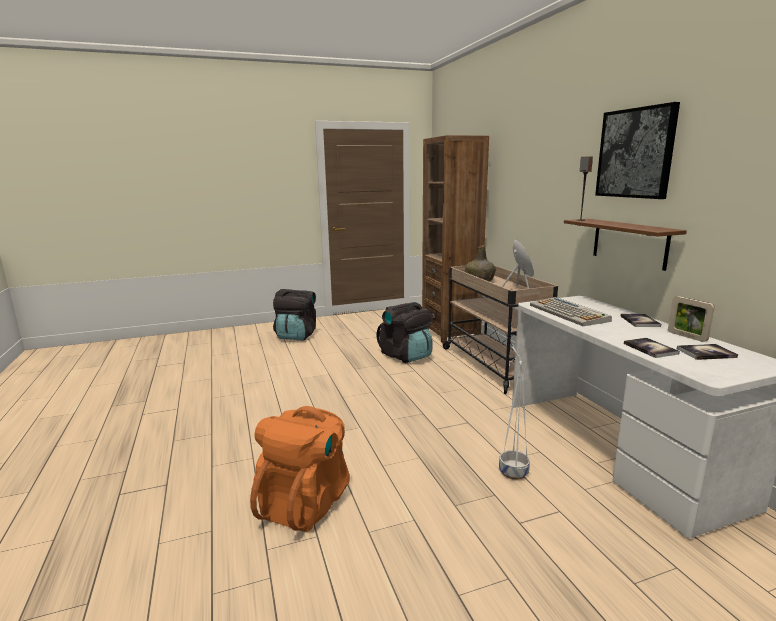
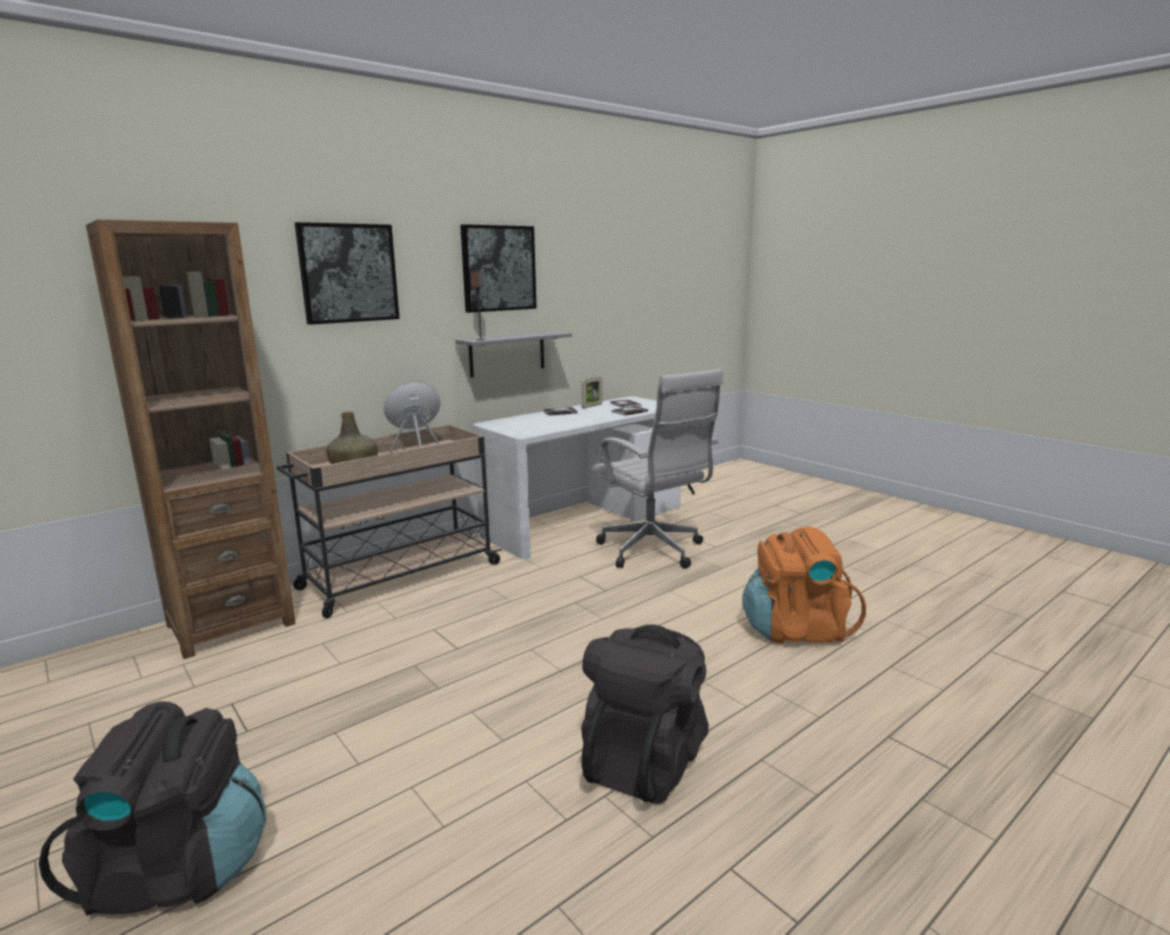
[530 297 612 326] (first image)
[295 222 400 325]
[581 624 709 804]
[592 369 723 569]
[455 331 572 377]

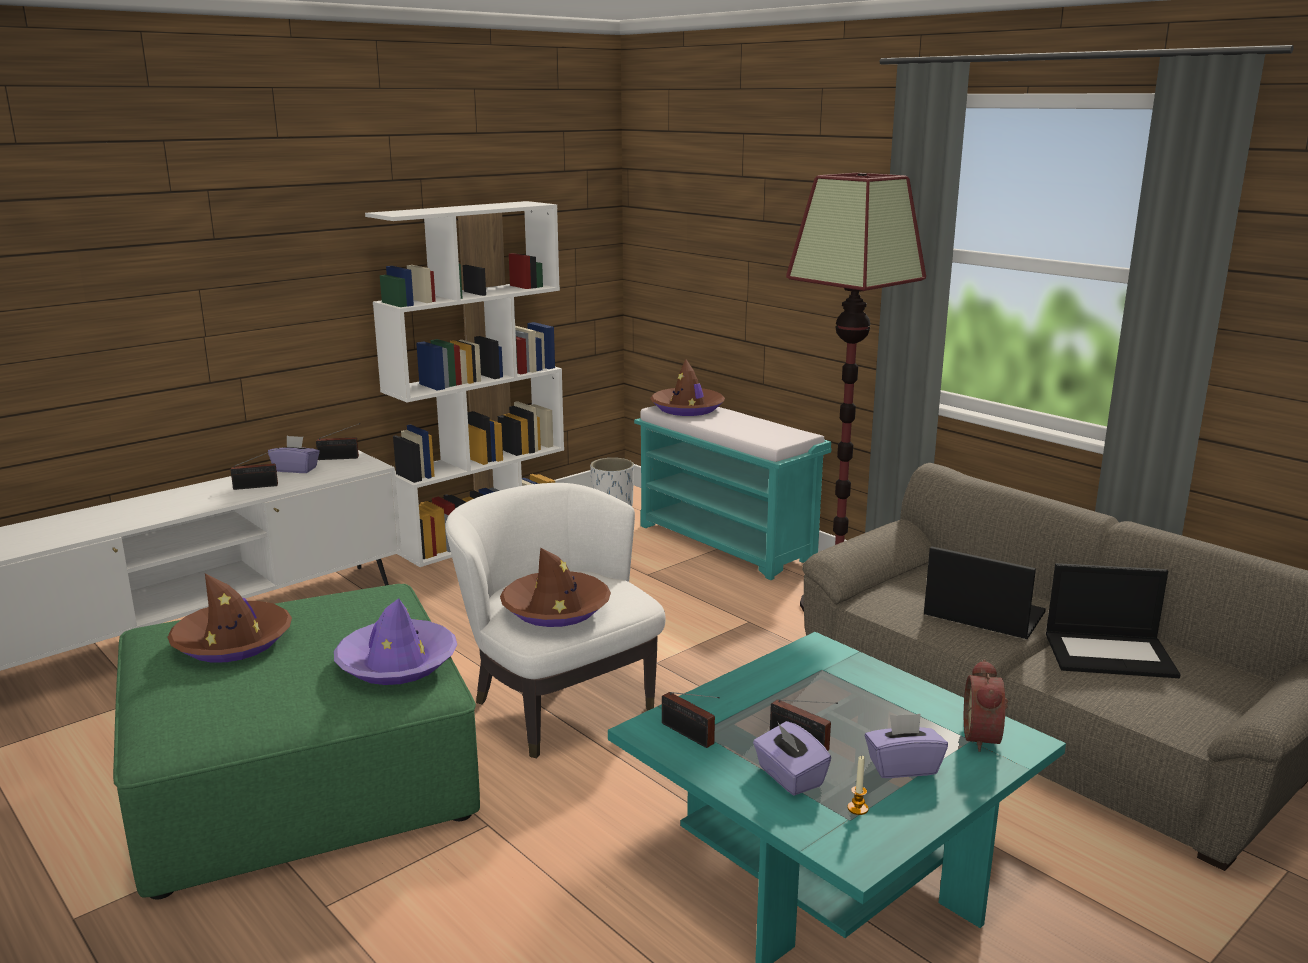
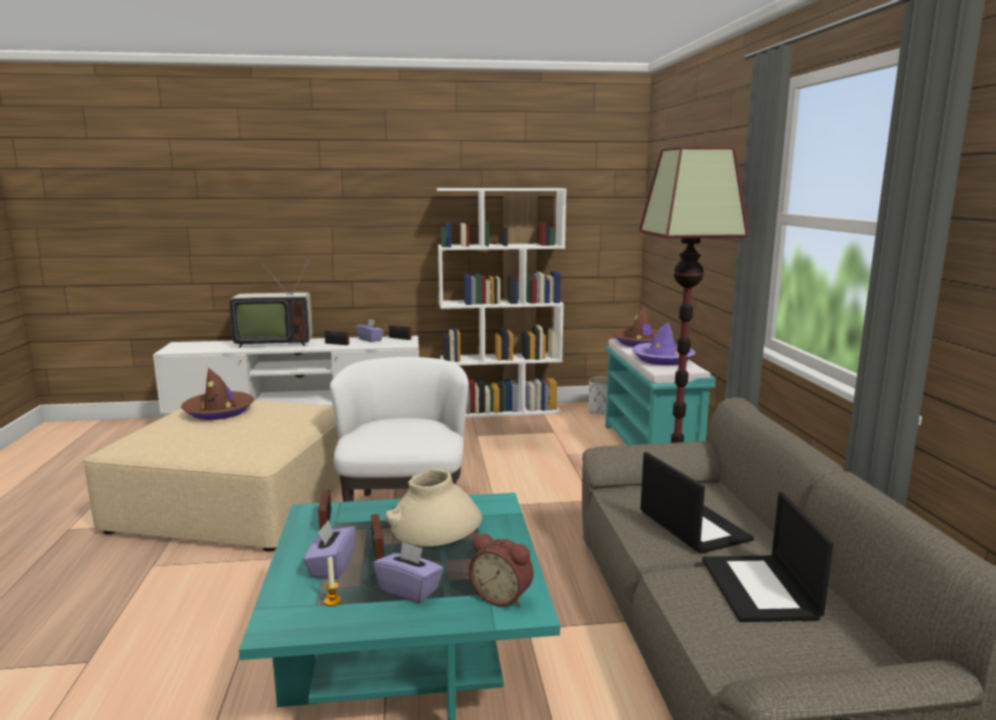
[500 548 611 627] (first image)
[229 258 313 348]
[385 469 482 546]
[632 321 695 365]
[83 401 340 551]
[469 533 533 607]
[702 492 834 622]

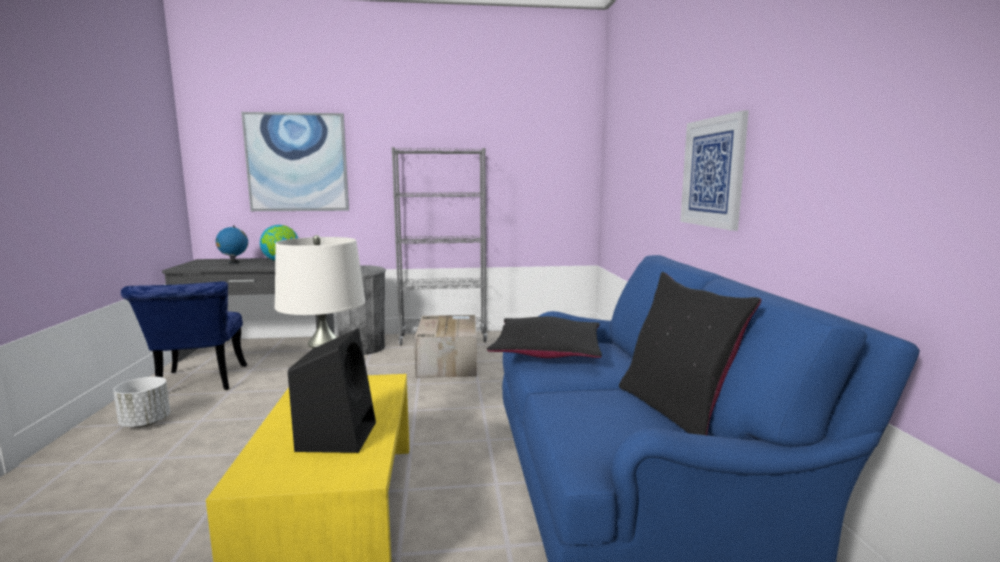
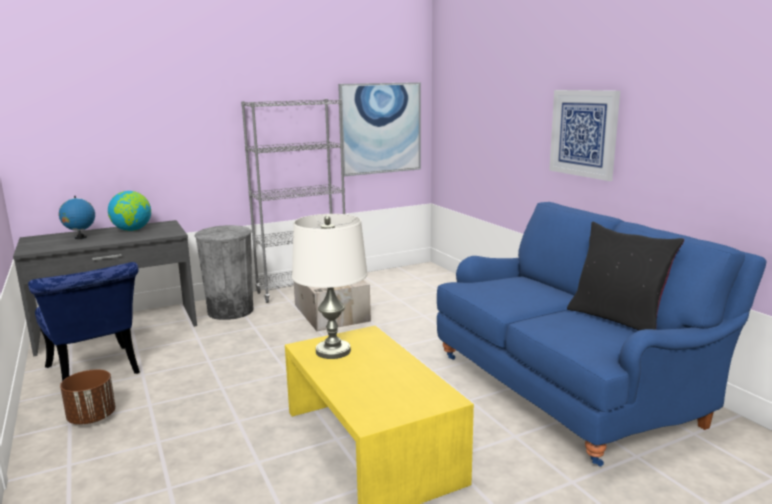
[288 328 376 453] (first image)
[487 316 602 358] (first image)
[338 82 421 176]
[60 369 116 424]

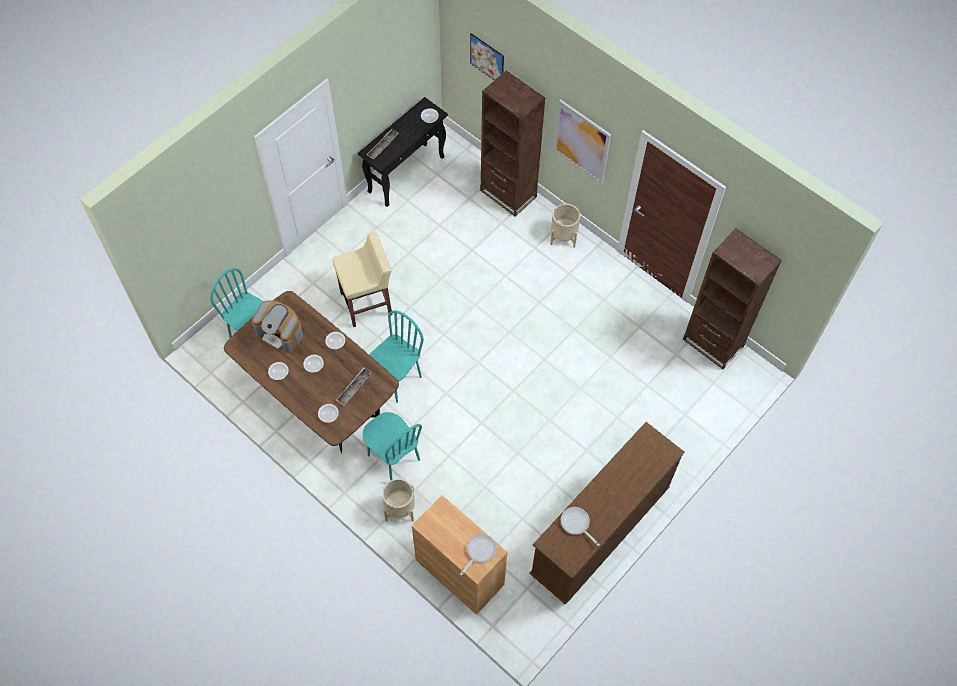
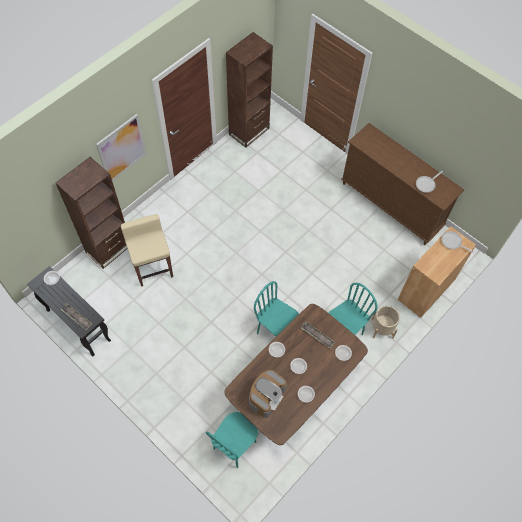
[470 33 504 81] (first image)
[550 204 580 248] (first image)
[121 214 173 287]

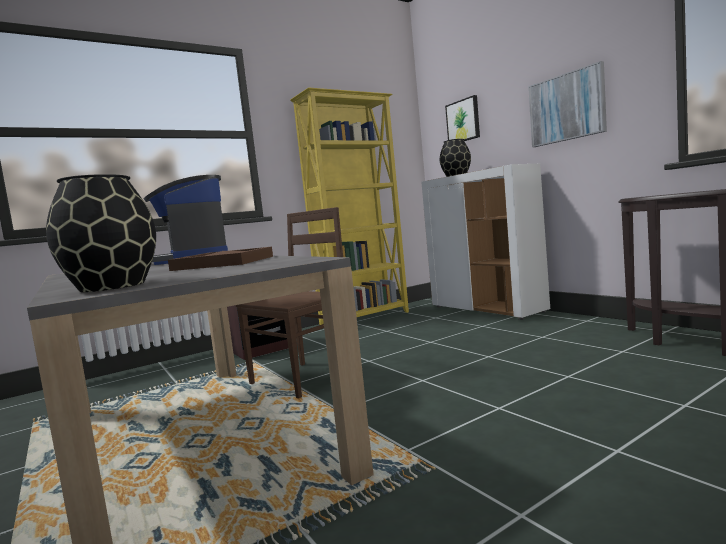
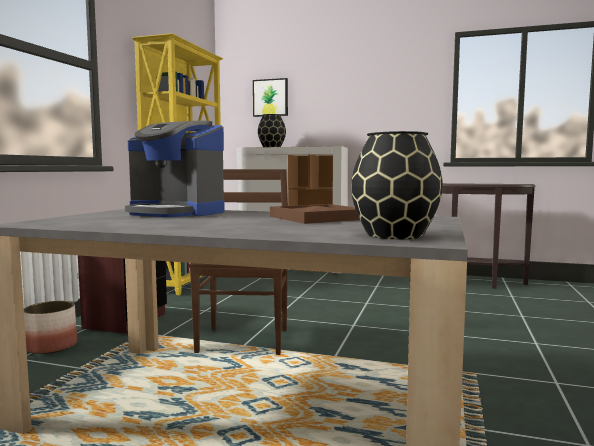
[528 61 607 147] (first image)
[24 301 77 354]

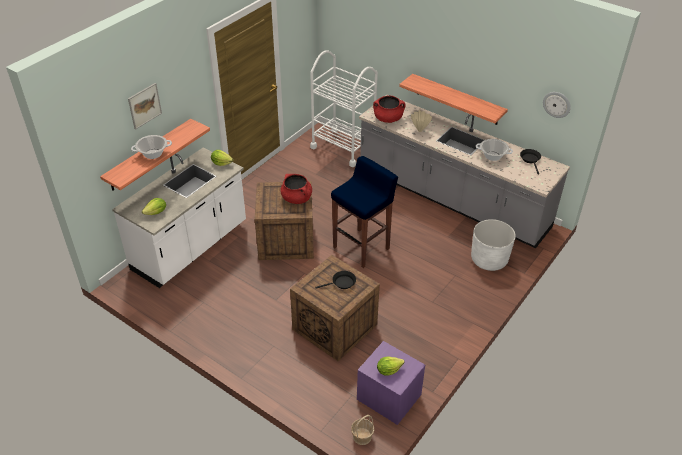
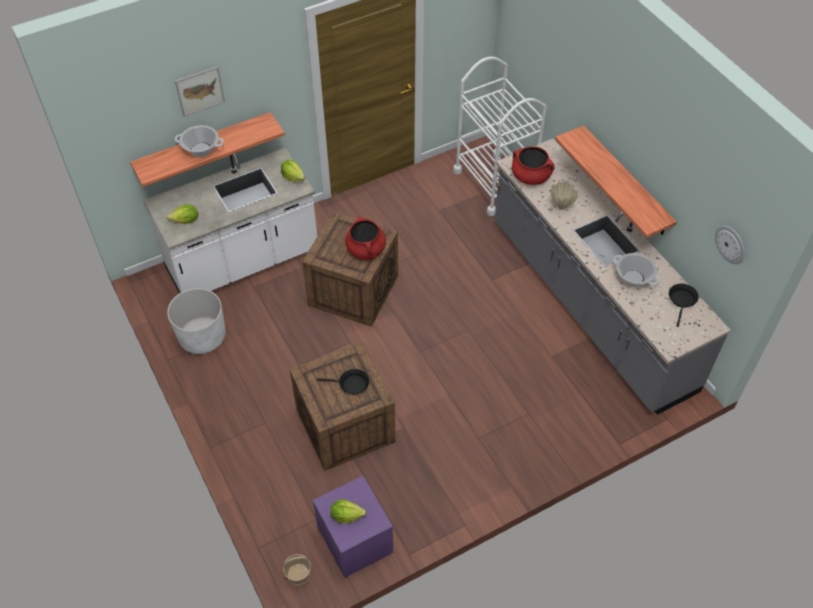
[331 156 398 268] (first image)
[167 288 226 354]

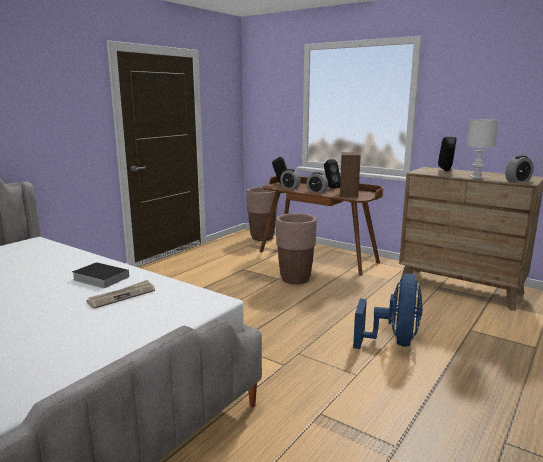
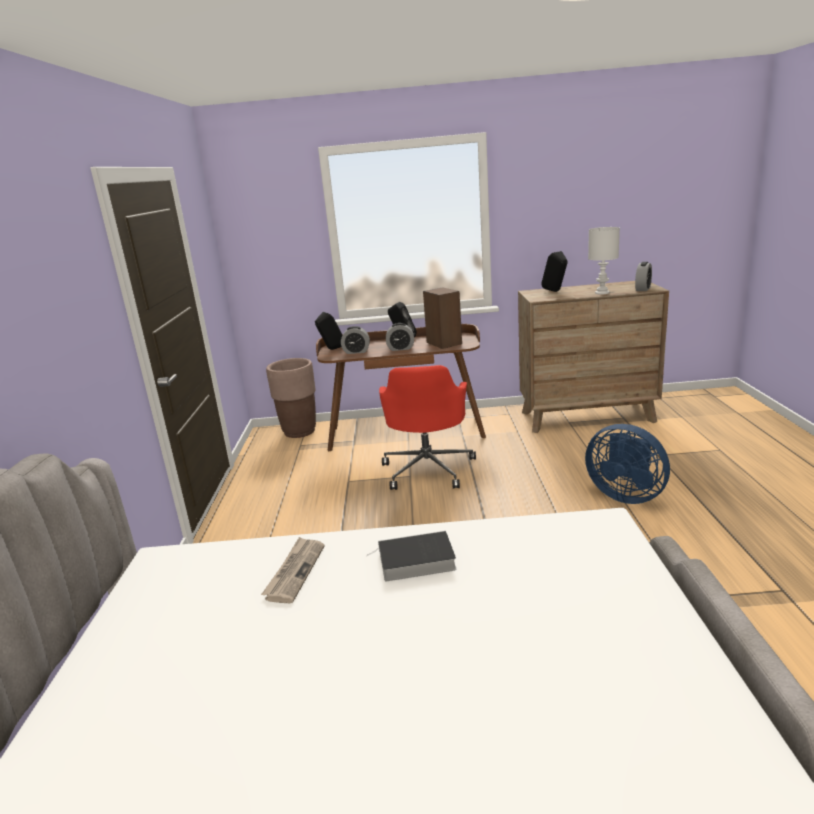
[261 537 324 603]
[379 365 476 490]
[585 424 670 504]

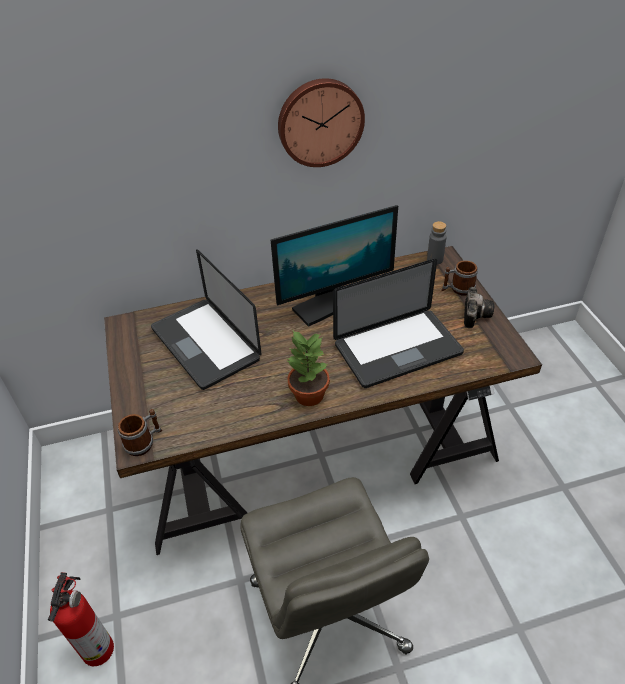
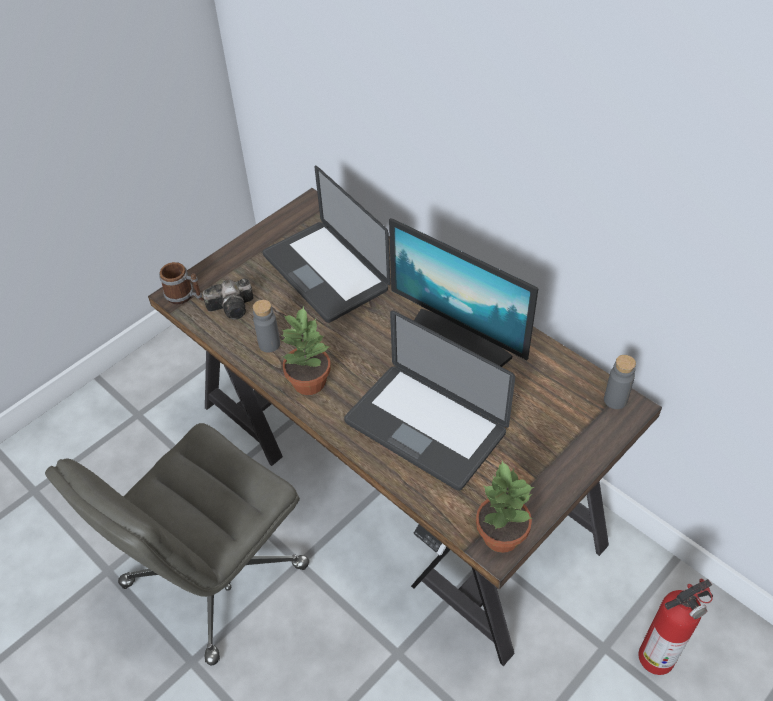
[278 78 365 167] (first image)
[441 261 478 296] (first image)
[253 300 280 353]
[476 461 534 553]
[638 579 713 675]
[203 278 253 320]
[263 166 390 323]

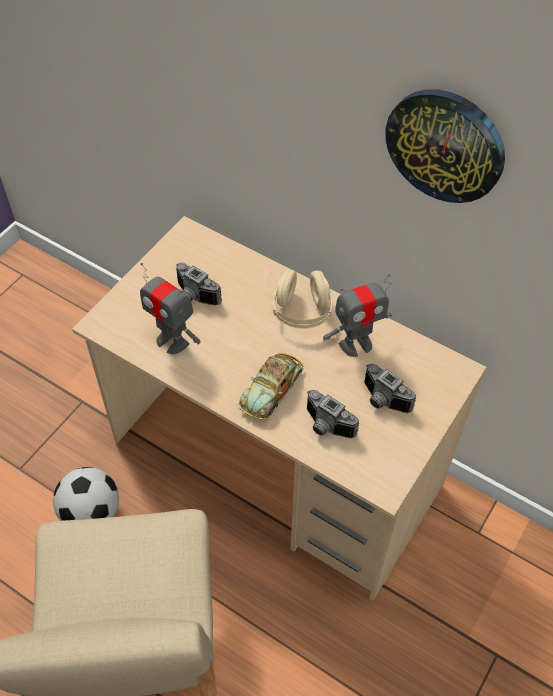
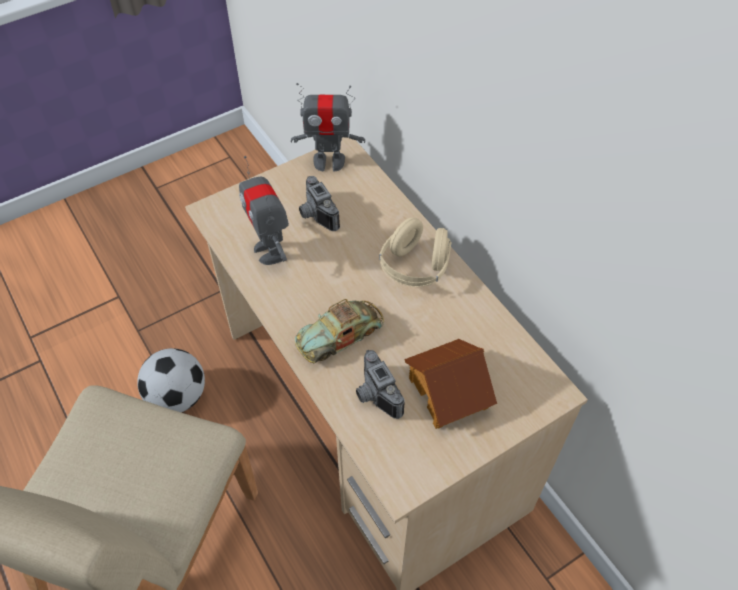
[385 89 505 203] (first image)
[291 83 365 172]
[404 339 497 429]

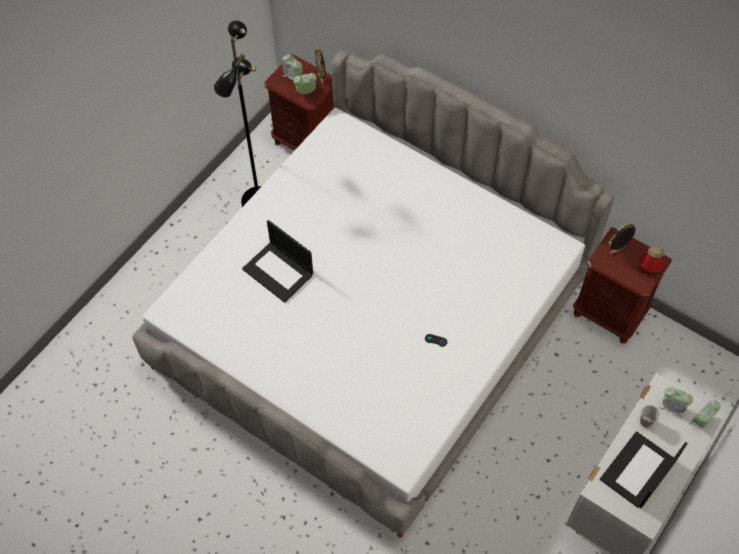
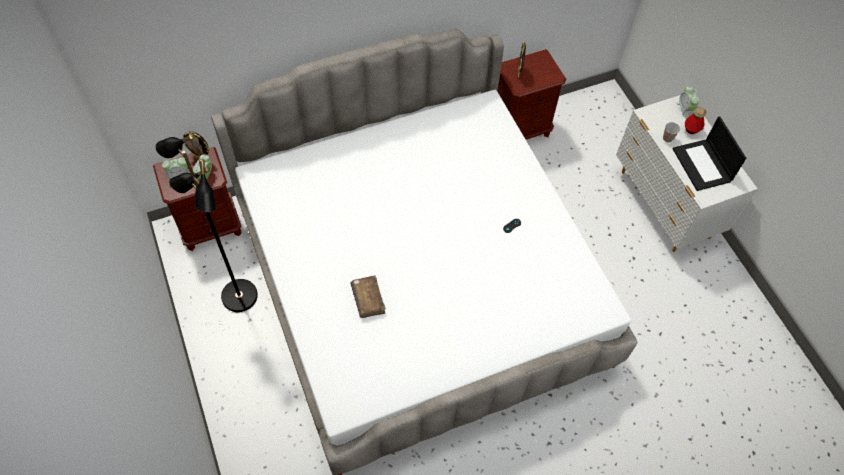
[659 387 693 417] (first image)
[685 107 706 134]
[350 275 386 318]

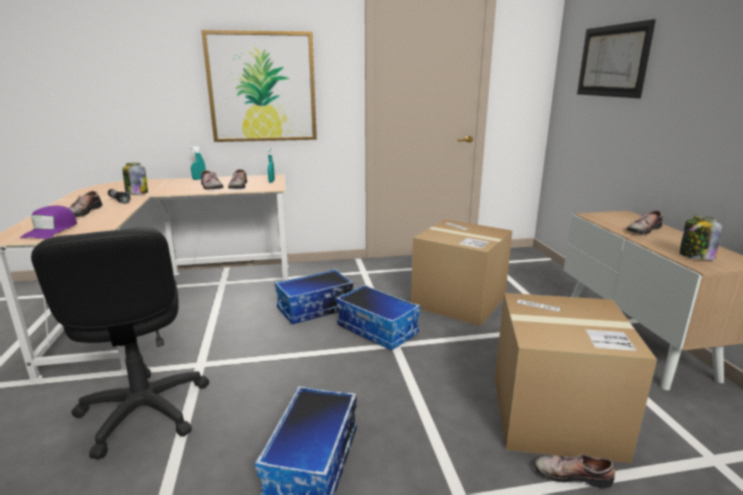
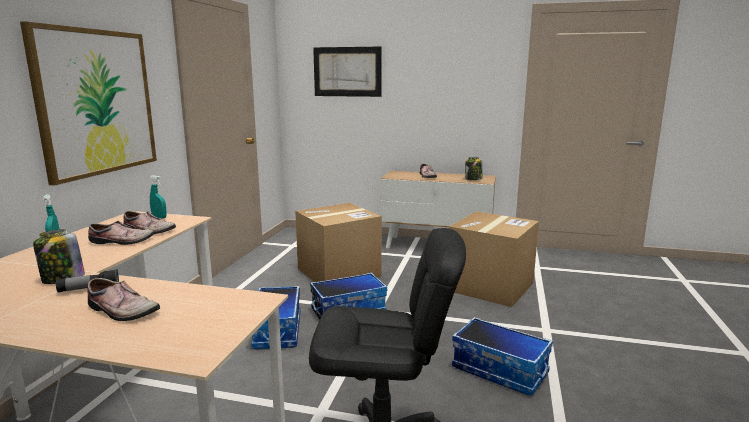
[20 205 77 239] (first image)
[535 454 615 488] (first image)

